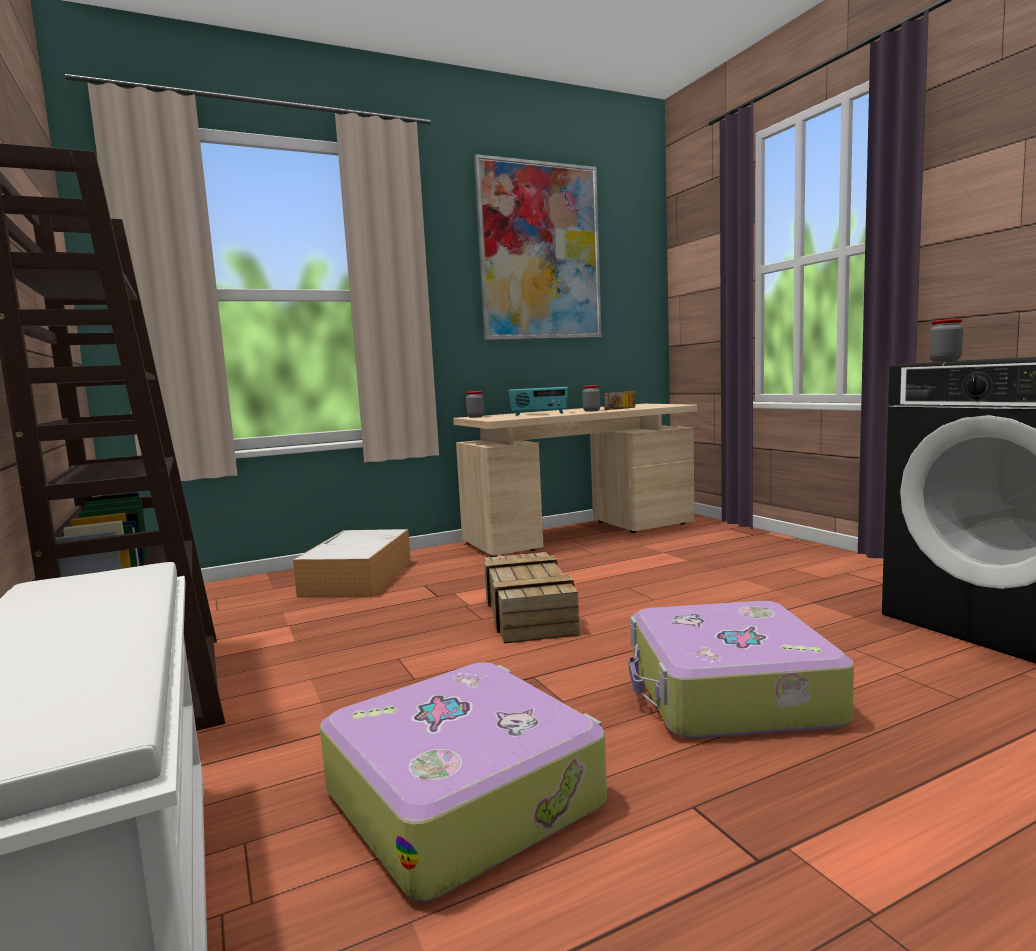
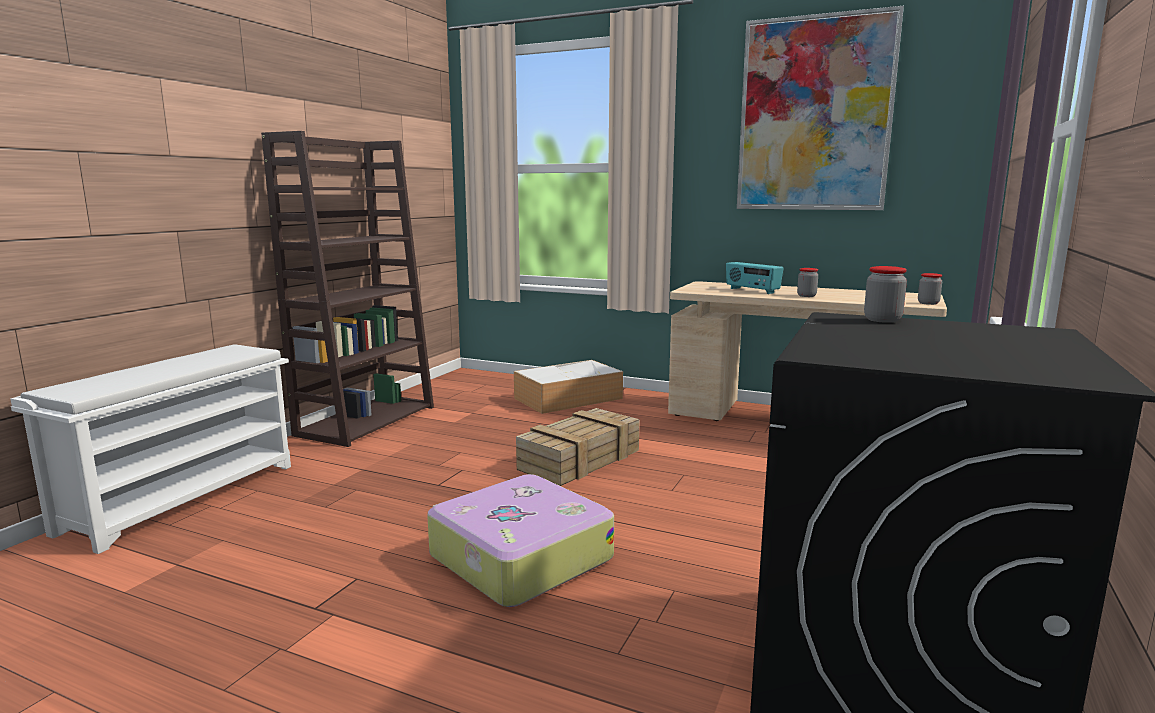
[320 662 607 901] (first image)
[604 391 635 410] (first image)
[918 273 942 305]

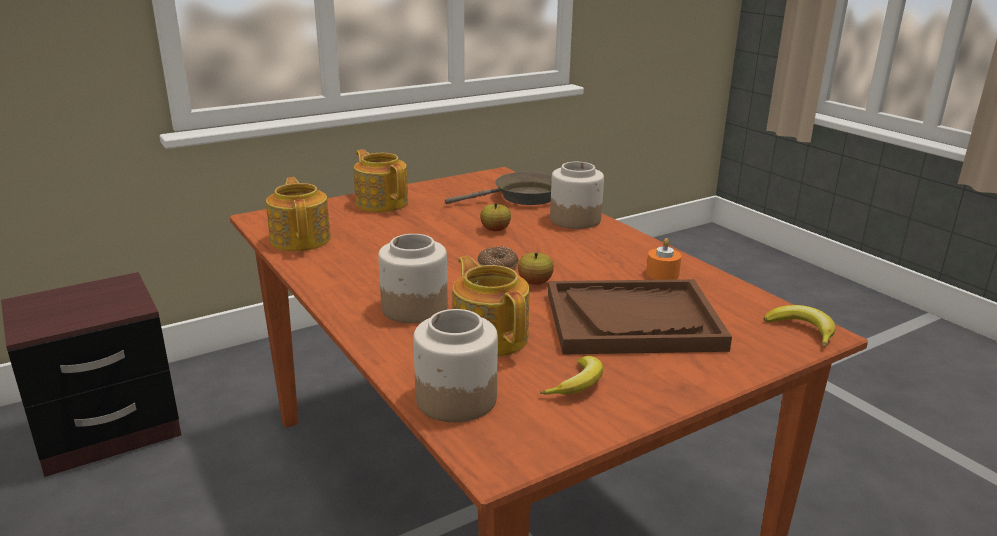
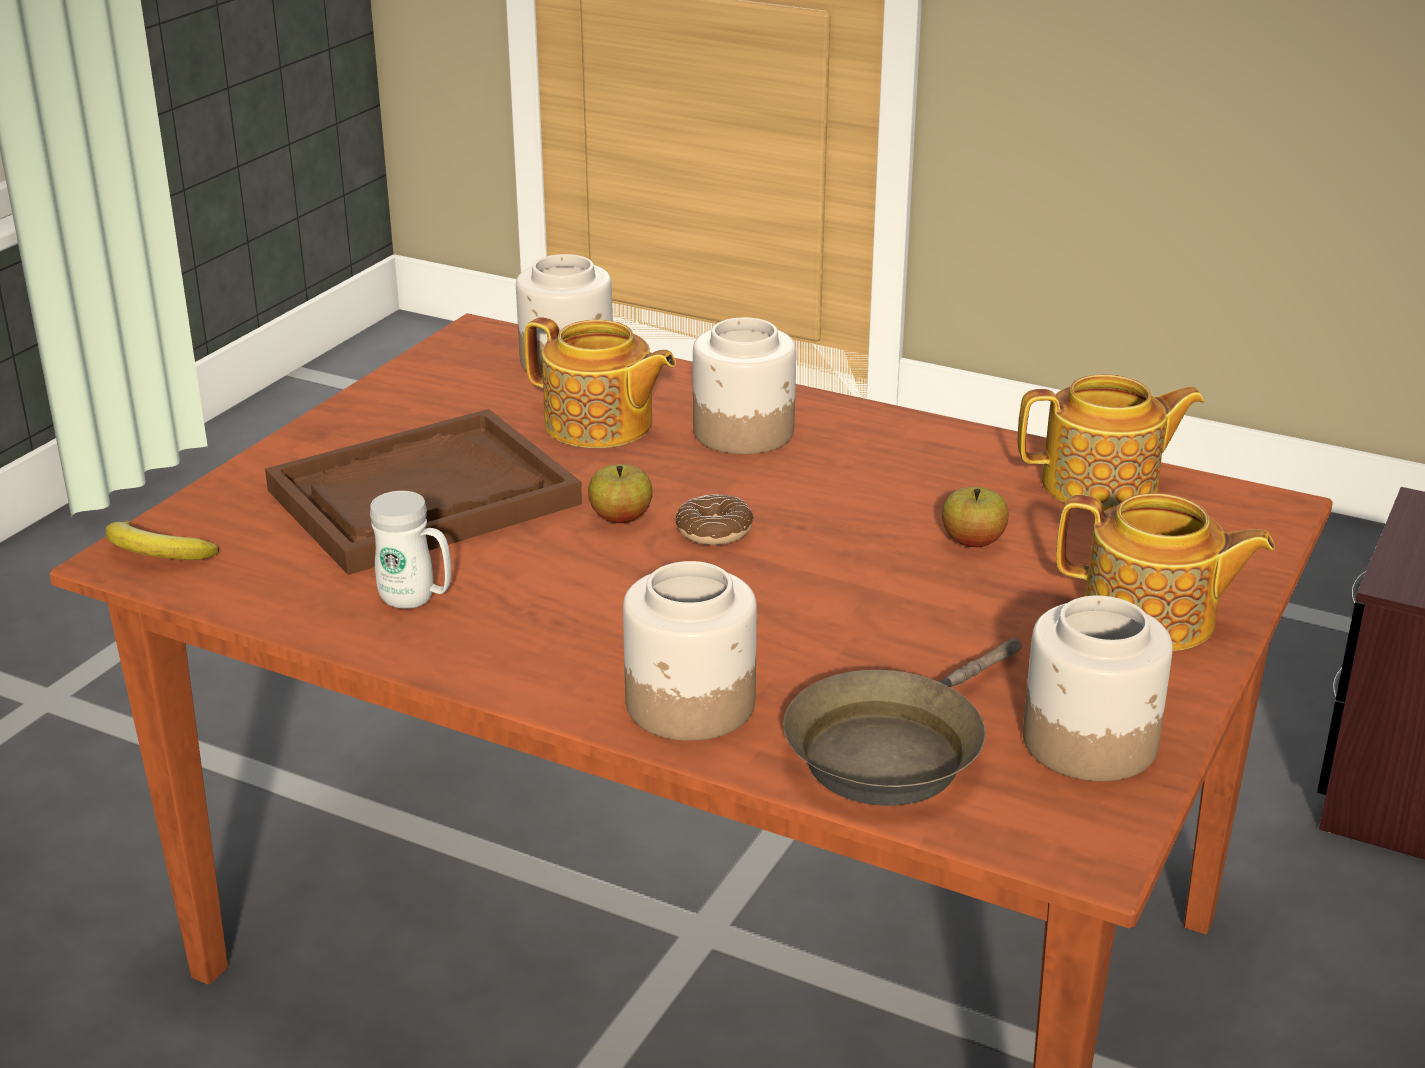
[540 356 603 395] (first image)
[1023 595 1173 781]
[942 487 1009 547]
[370 491 451 609]
[1018 374 1205 511]

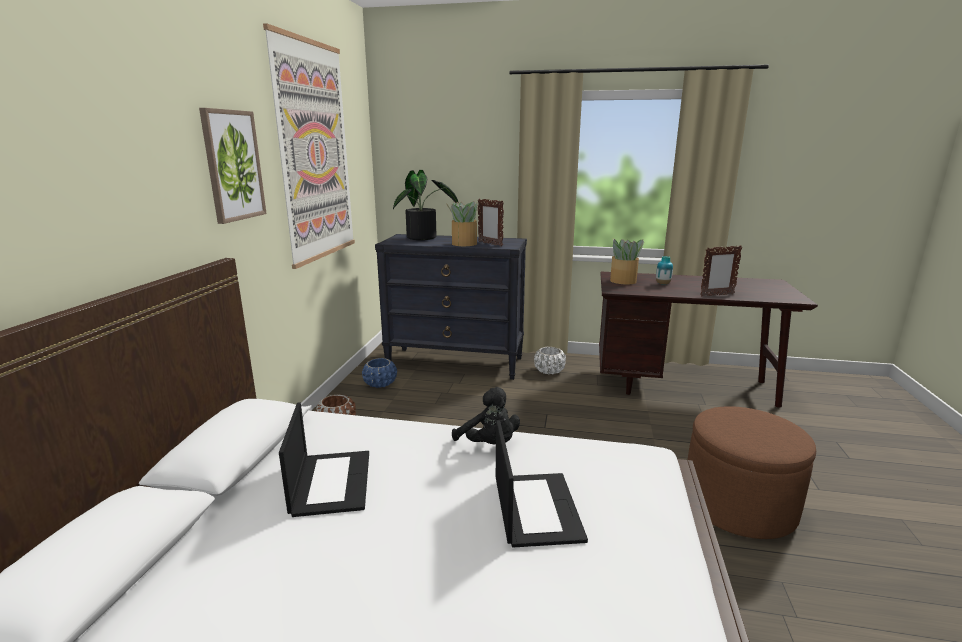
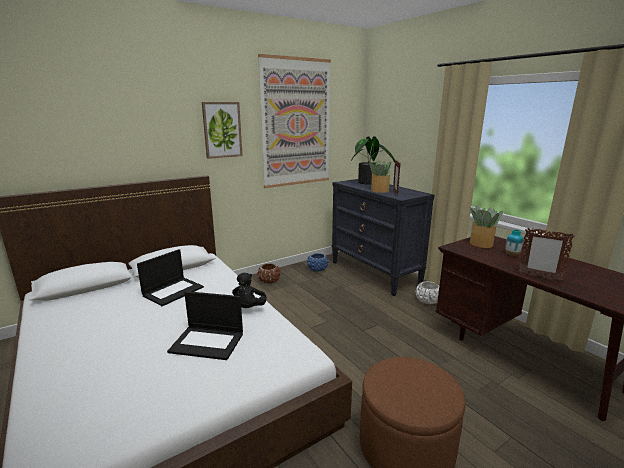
[167 291 243 360]

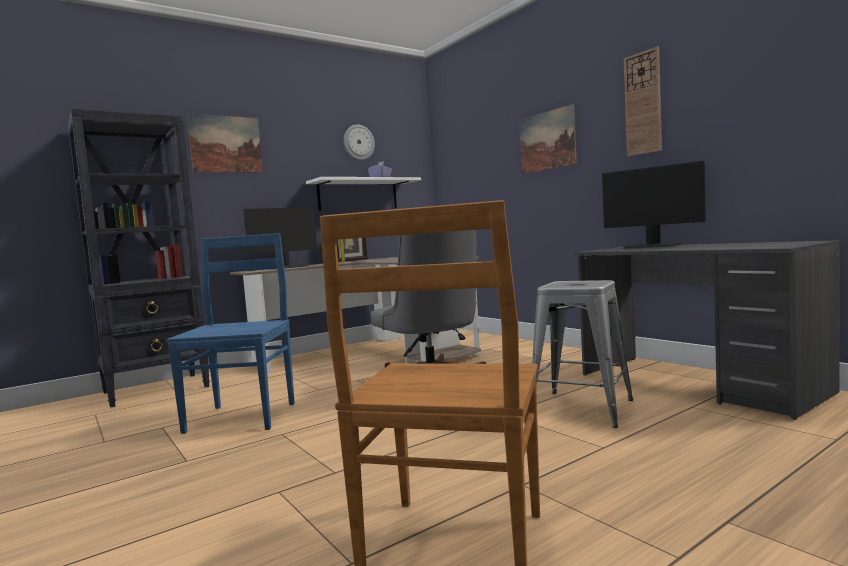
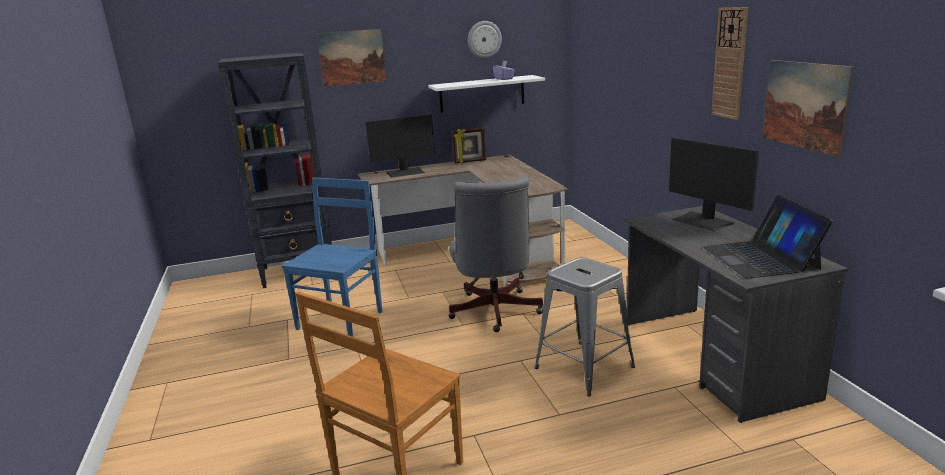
[703 195 833 278]
[763 60 854 157]

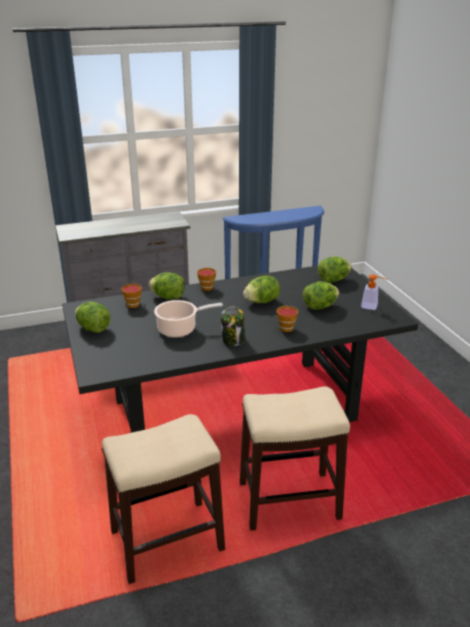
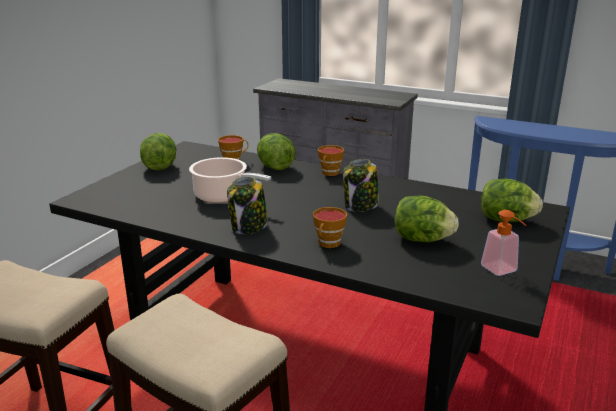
[343 159 379 212]

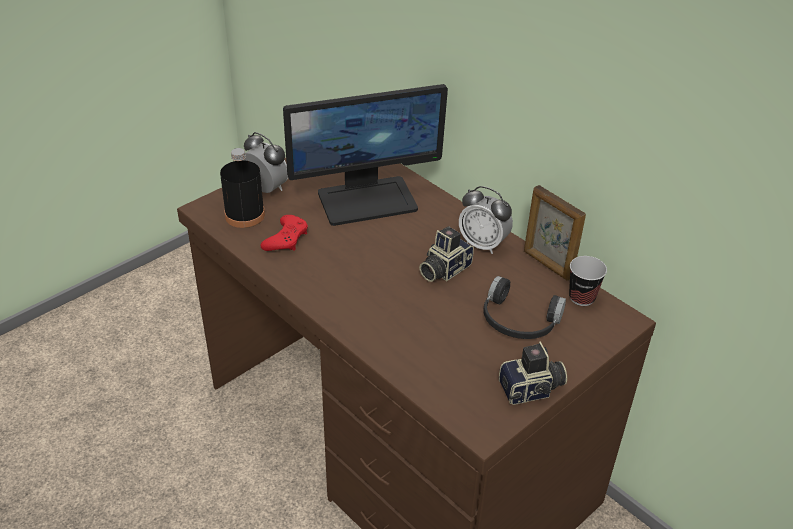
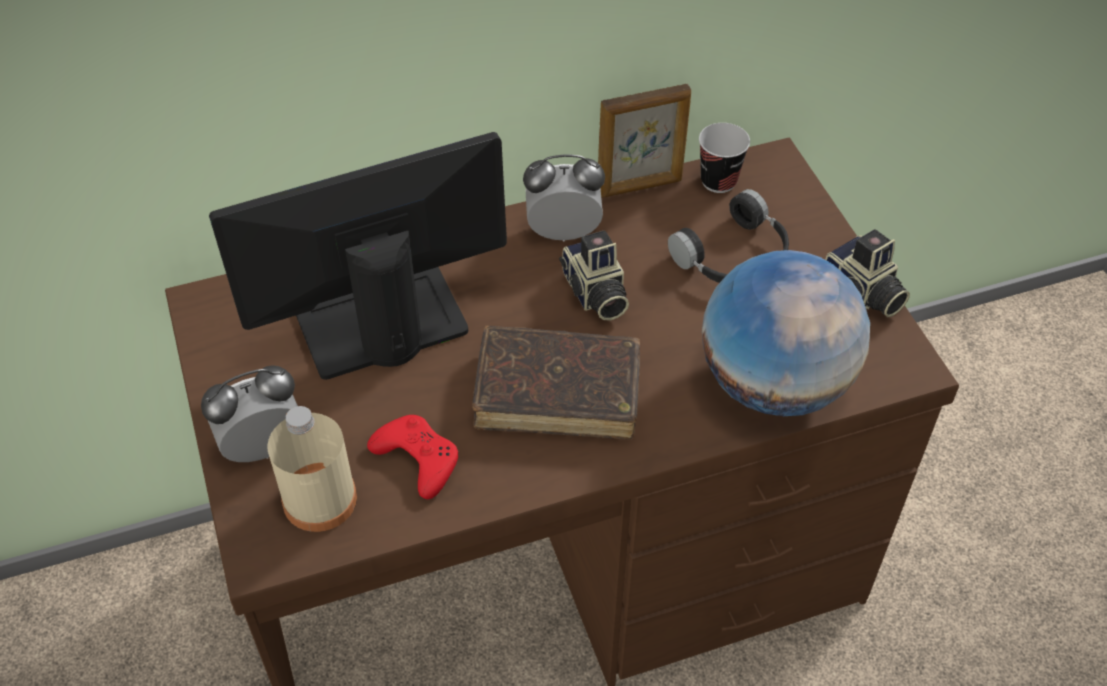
[472 326 640 439]
[702 250 870 416]
[268 406 357 532]
[209 132 507 380]
[523 154 605 242]
[825 229 910 317]

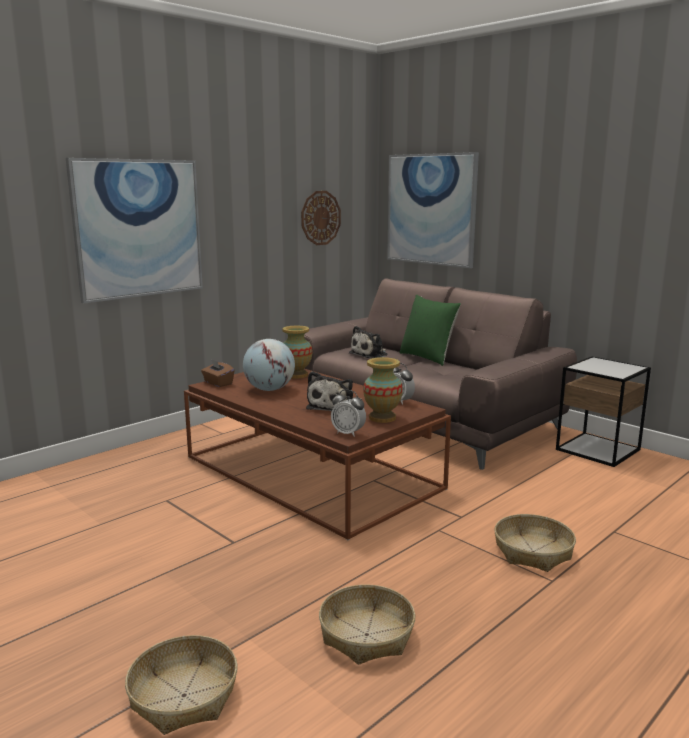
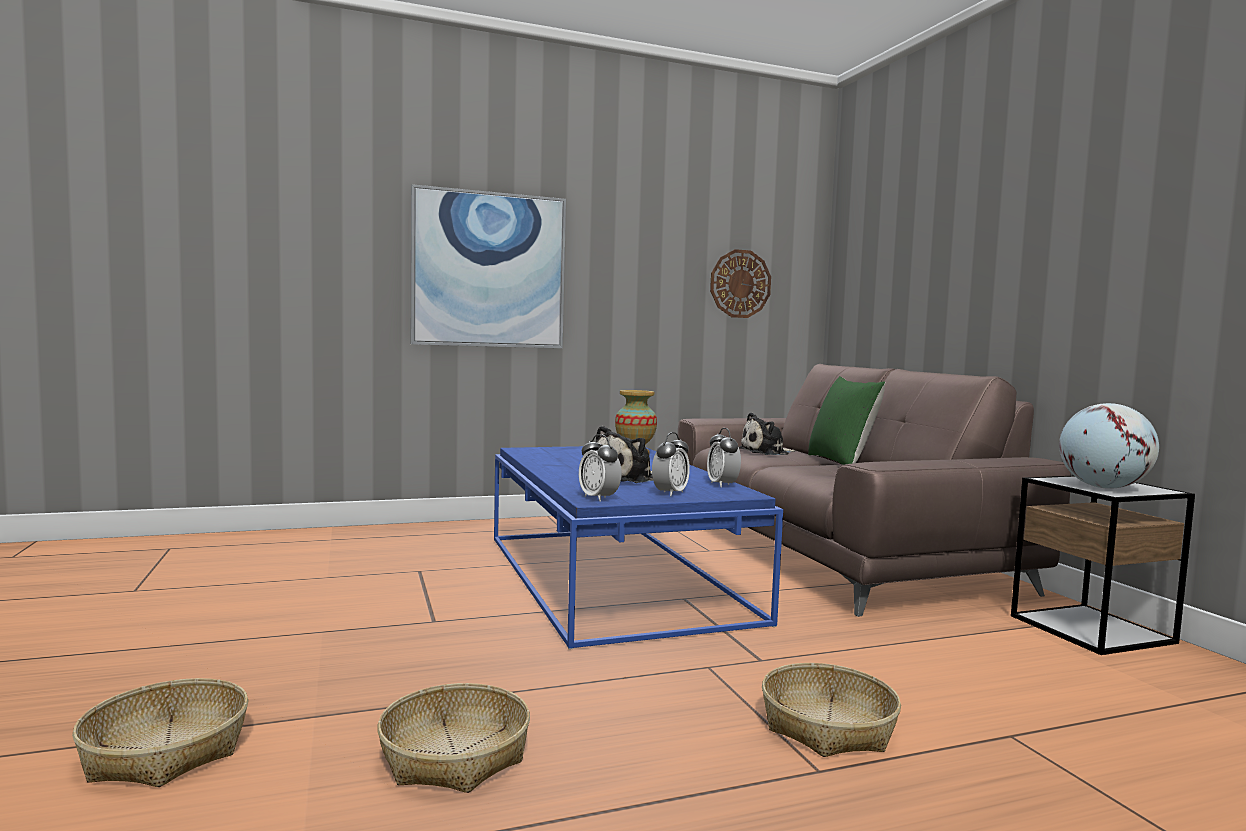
[201 359 235 387] (first image)
[387 152 479 268] (first image)
[1059 403 1159 489]
[652 432 690 496]
[494 446 783 650]

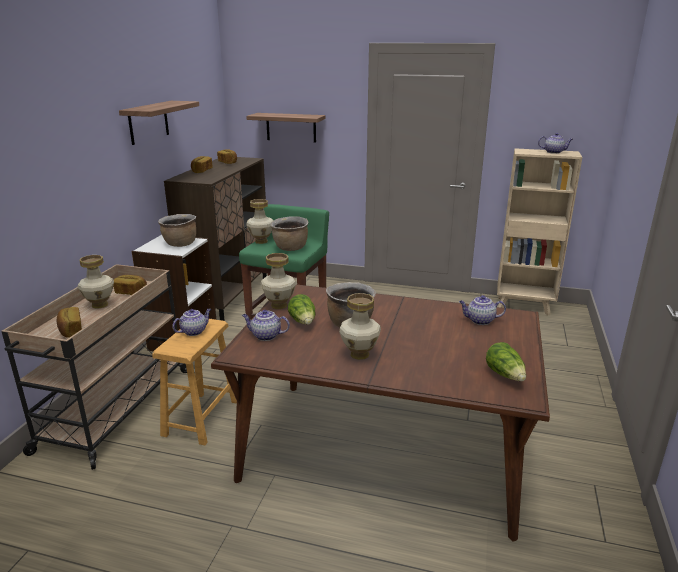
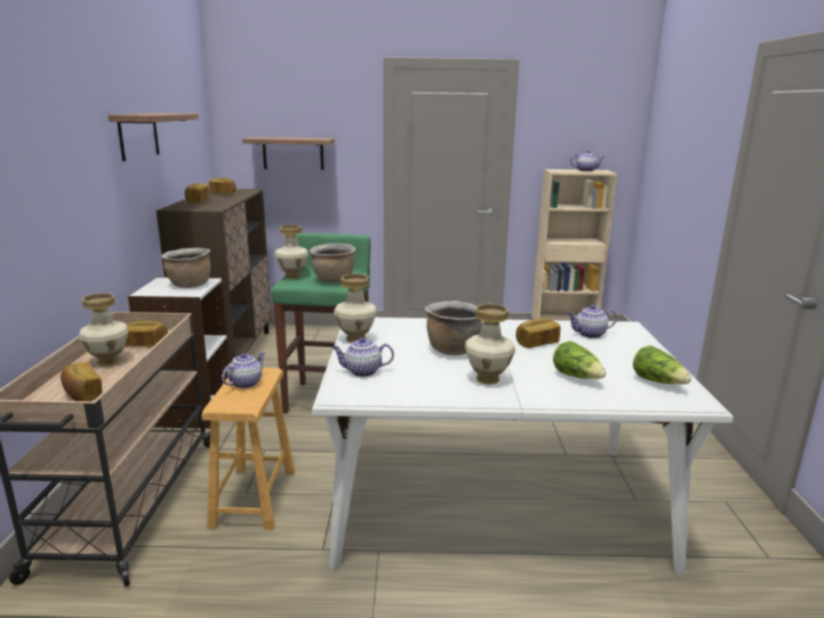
[516 318 561 348]
[553 341 606 379]
[312 317 733 576]

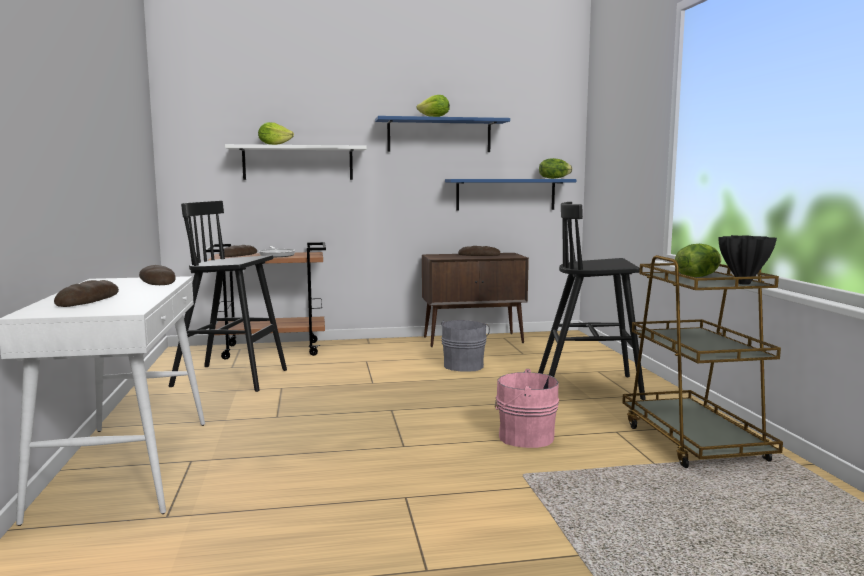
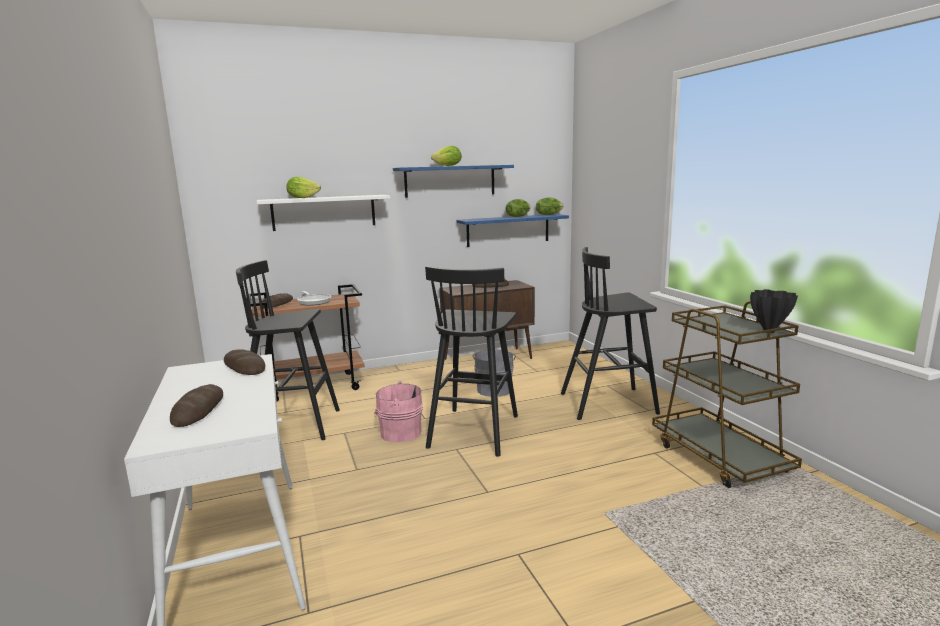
[425 266 518 457]
[375 381 423 442]
[506 199 530 217]

